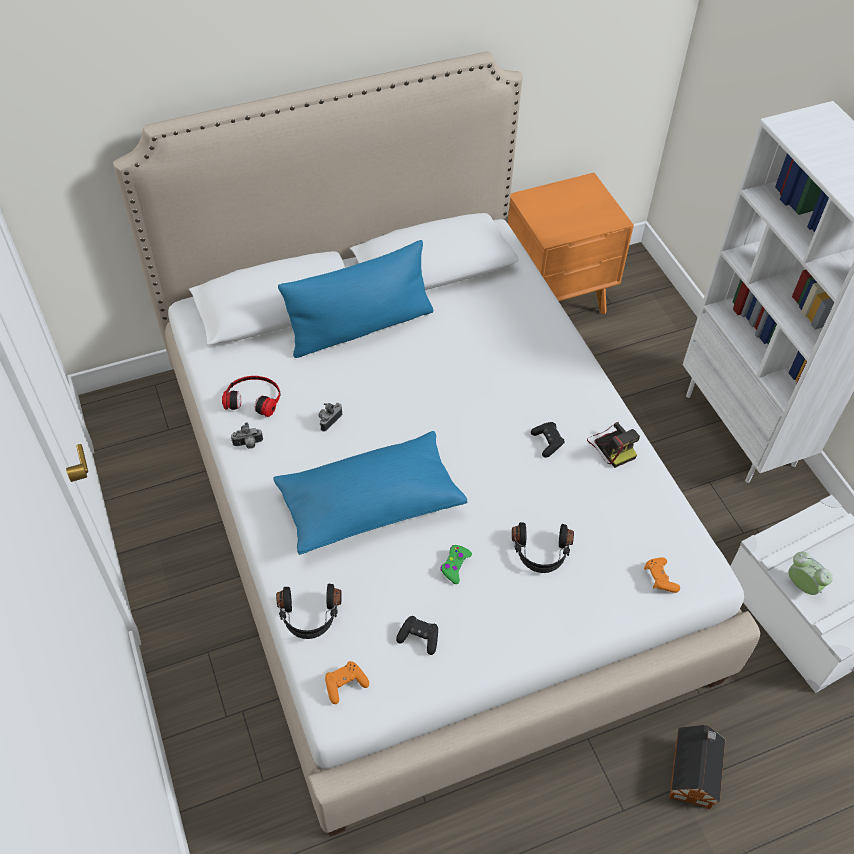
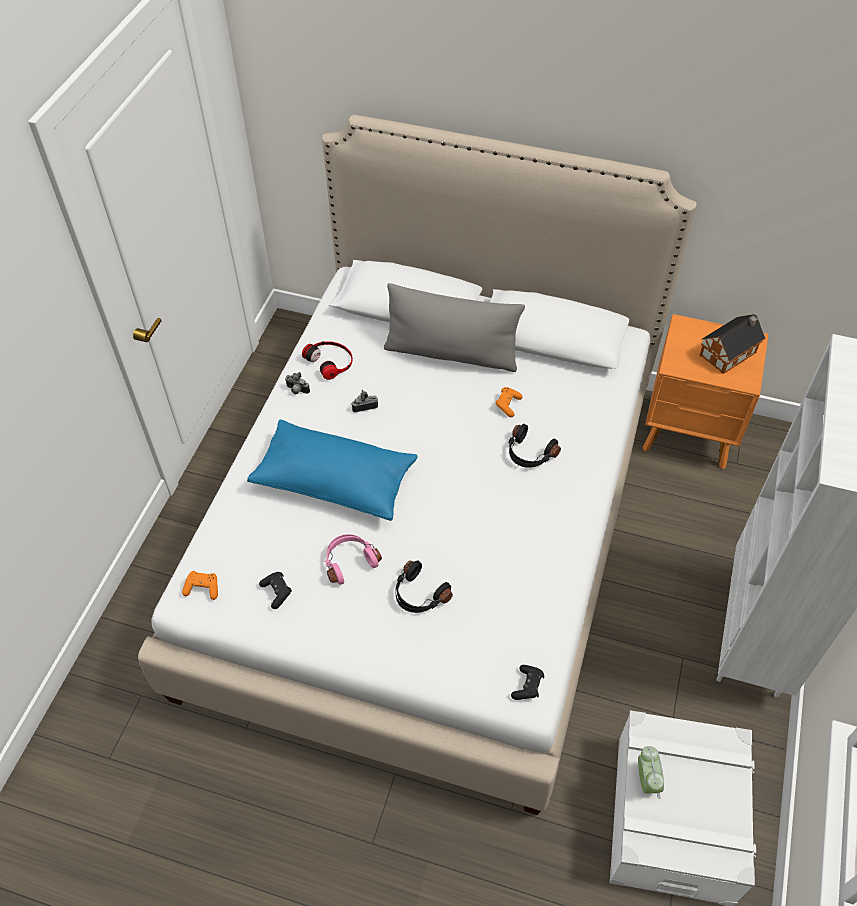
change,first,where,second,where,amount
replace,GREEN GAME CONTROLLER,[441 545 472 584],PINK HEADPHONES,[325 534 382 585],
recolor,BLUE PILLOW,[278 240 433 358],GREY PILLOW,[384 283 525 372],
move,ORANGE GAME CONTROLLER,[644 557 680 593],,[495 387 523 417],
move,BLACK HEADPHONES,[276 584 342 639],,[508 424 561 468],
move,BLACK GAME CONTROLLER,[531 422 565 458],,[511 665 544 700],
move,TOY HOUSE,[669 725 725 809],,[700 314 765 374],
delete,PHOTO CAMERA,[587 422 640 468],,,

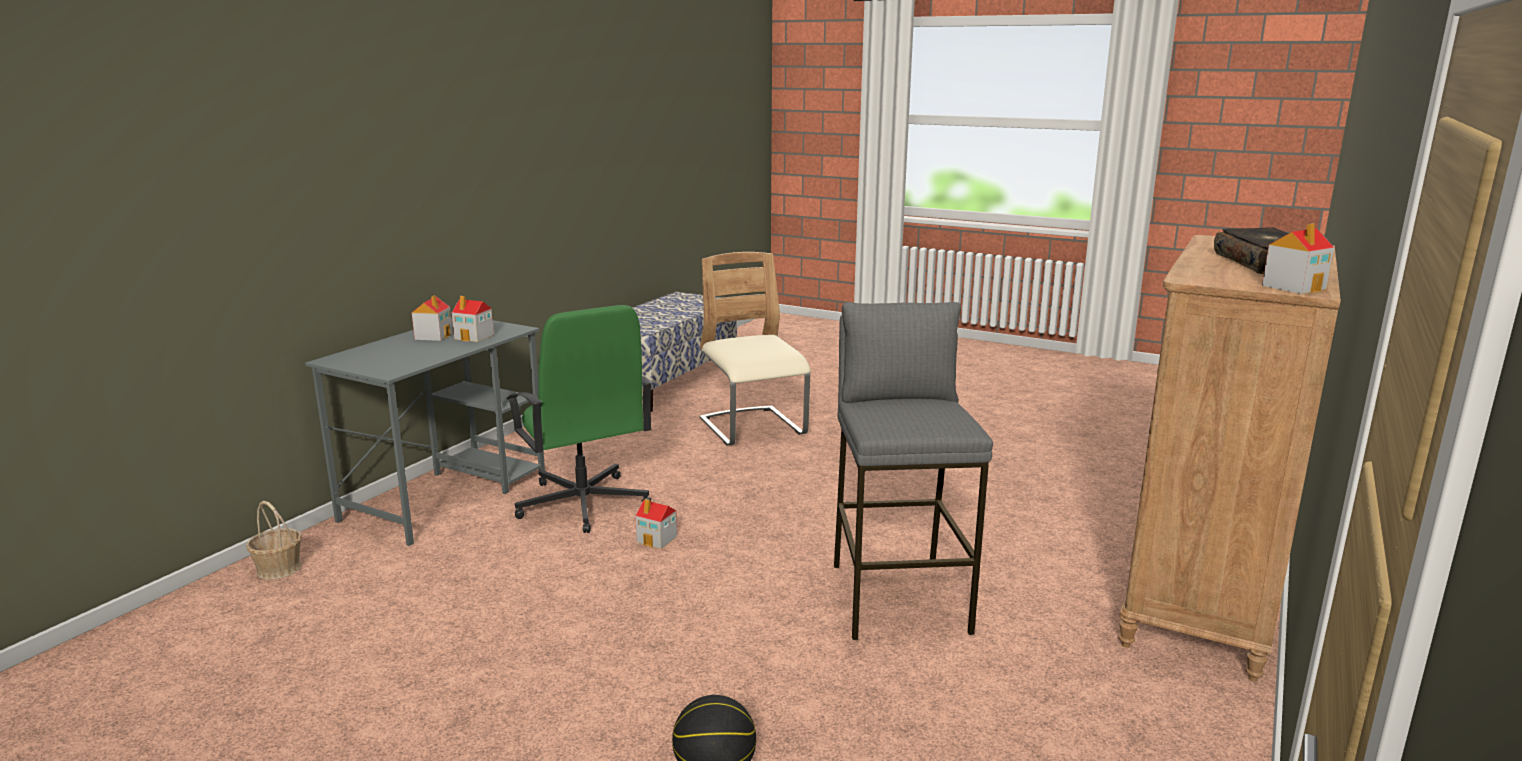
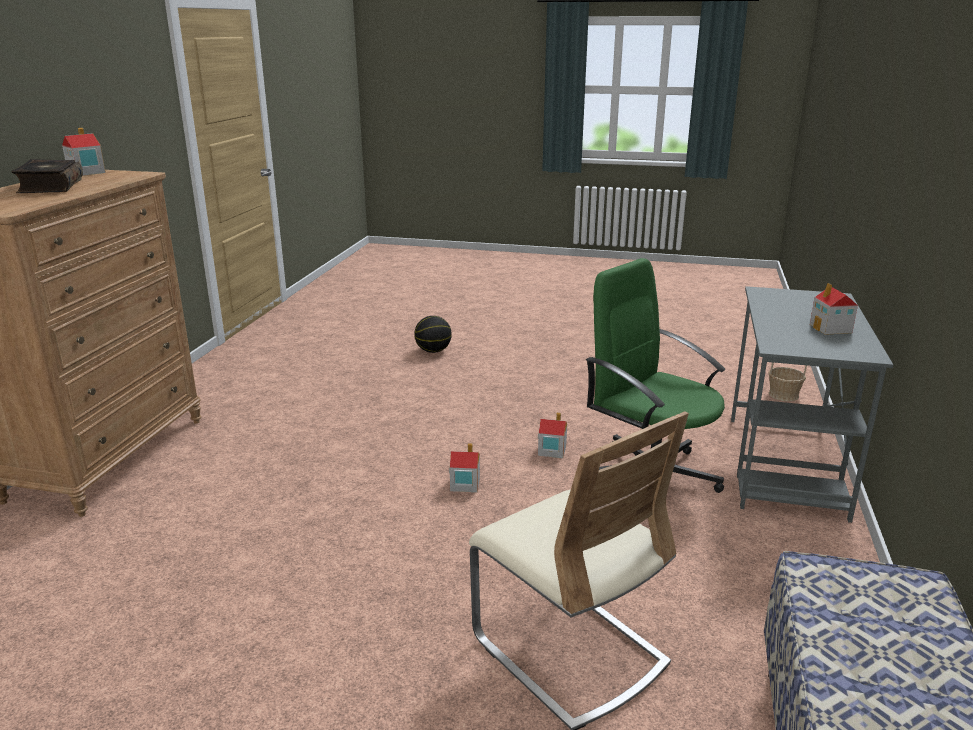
change,first,where,second,where,amount
move,TOY HOUSE,[452 296 494 342],,[449 443 480 492],
delete,GREY STOOL,[834 302 993 640],,,

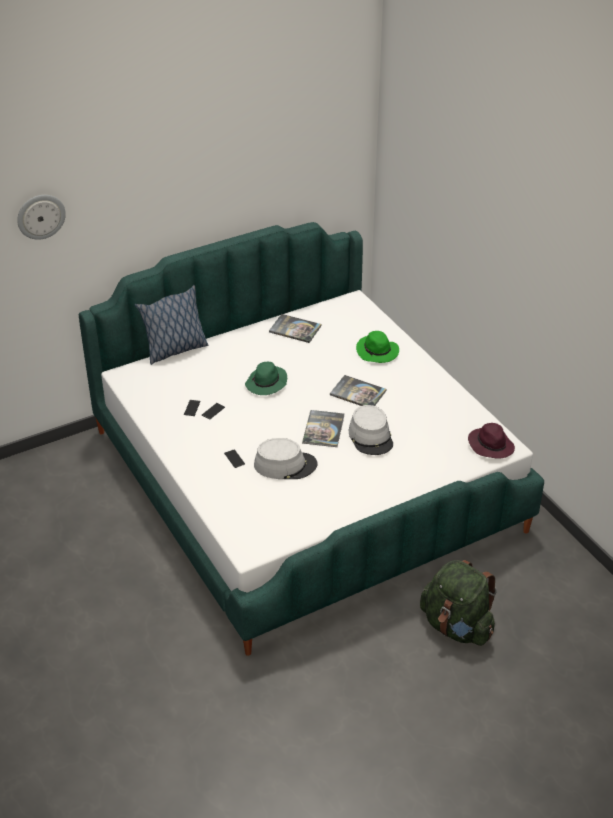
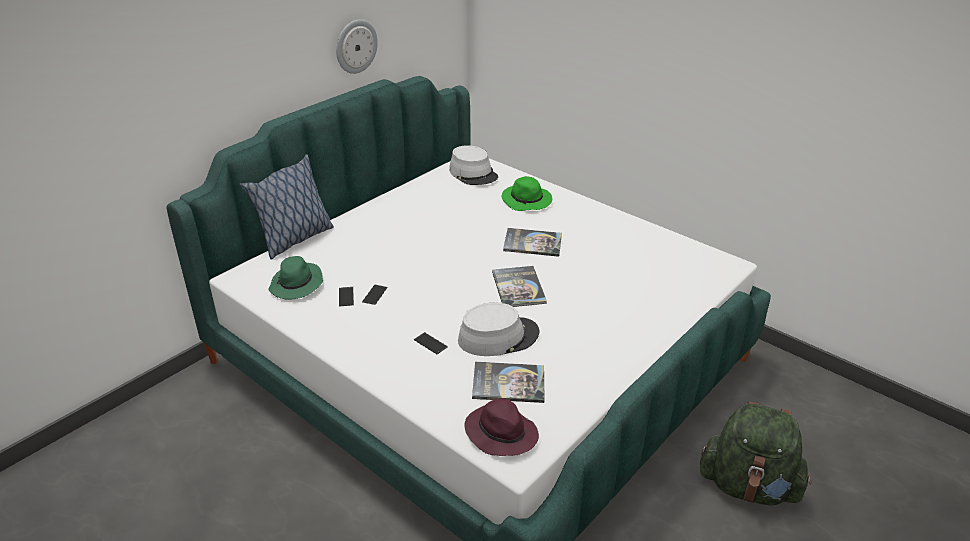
change,first,where,second,where,amount
move,GREEN HAT,[245 362 287 395],,[268 256 323 300],
move,WALL CLOCK,[17 195 66 240],,[336 19 378 74],
move,GREY HAT,[349 405 393 455],,[449 145 498 185],
move,PURPLE HAT,[468 423 515 459],,[464 399 539 456],
move,BOOK,[269 314 321 343],,[472 362 545 403],

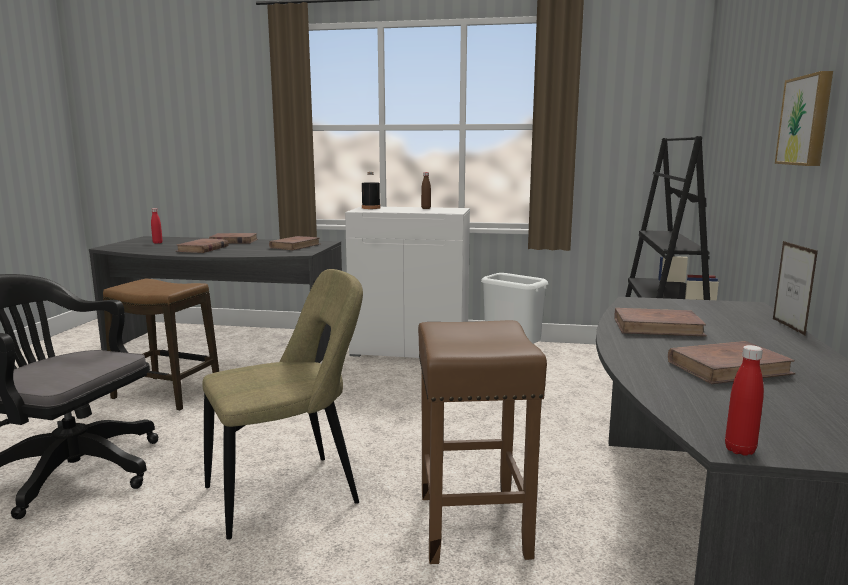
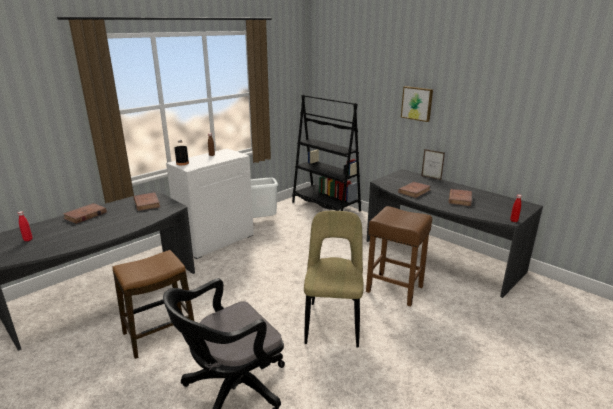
change,first,where,second,where,amount
delete,BROWN BOOK,[176 239 229 253],,,

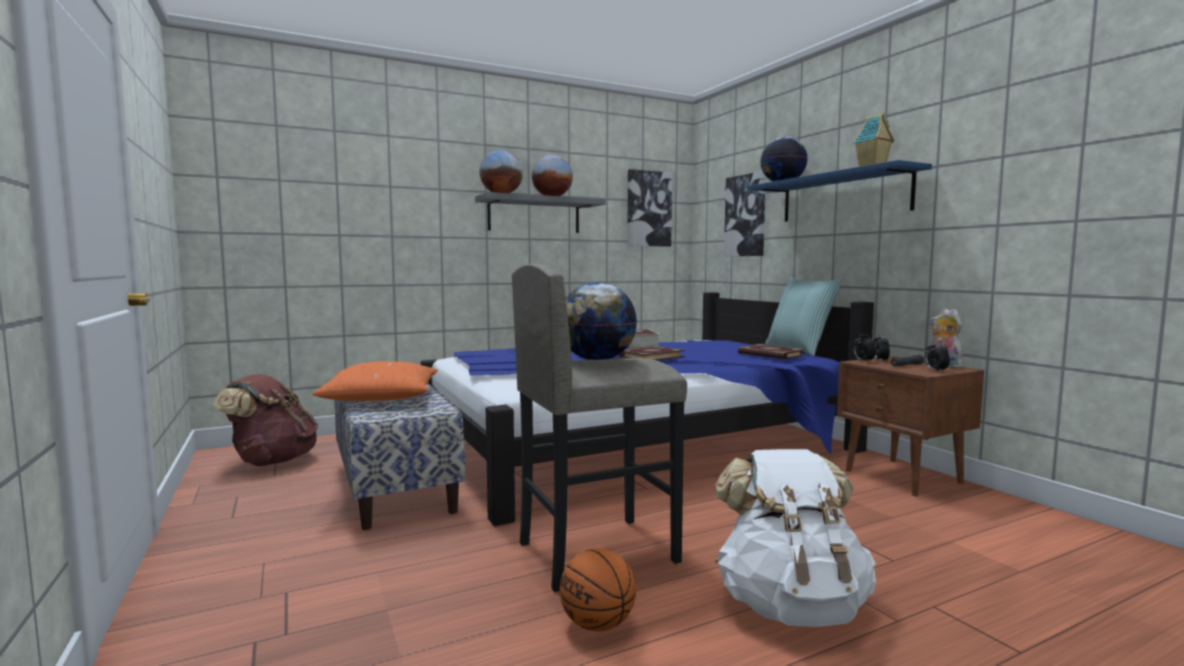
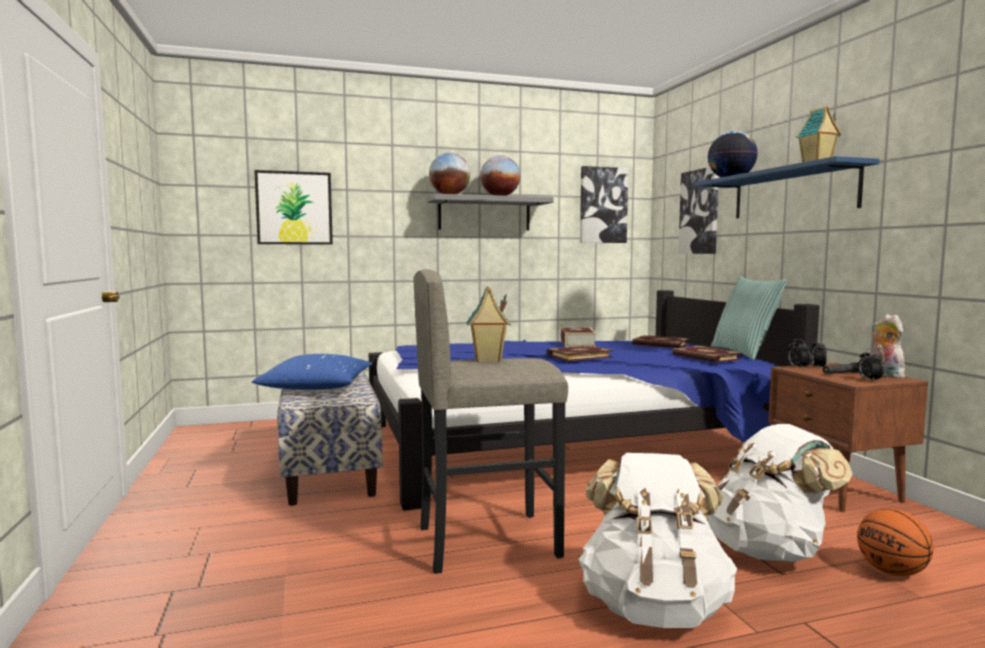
change,first,where,second,where,amount
recolor,ORANGE PILLOW,[312 361 438 401],BLUE PILLOW,[252 354 372 390],
insert,,,PICTURE,[254 170 333 245],
replace,GLOBE,[566 282 637 361],TOY HOUSE,[466 286 511 362],
insert,,,BOOK,[632 335 689 348],
insert,,,WHITE BACKPACK,[707 424 852 562],
move,BASKETBALL,[560 548 636 631],,[857 508 934 576],
delete,BROWN BACKPACK,[214 374 318 466],,,

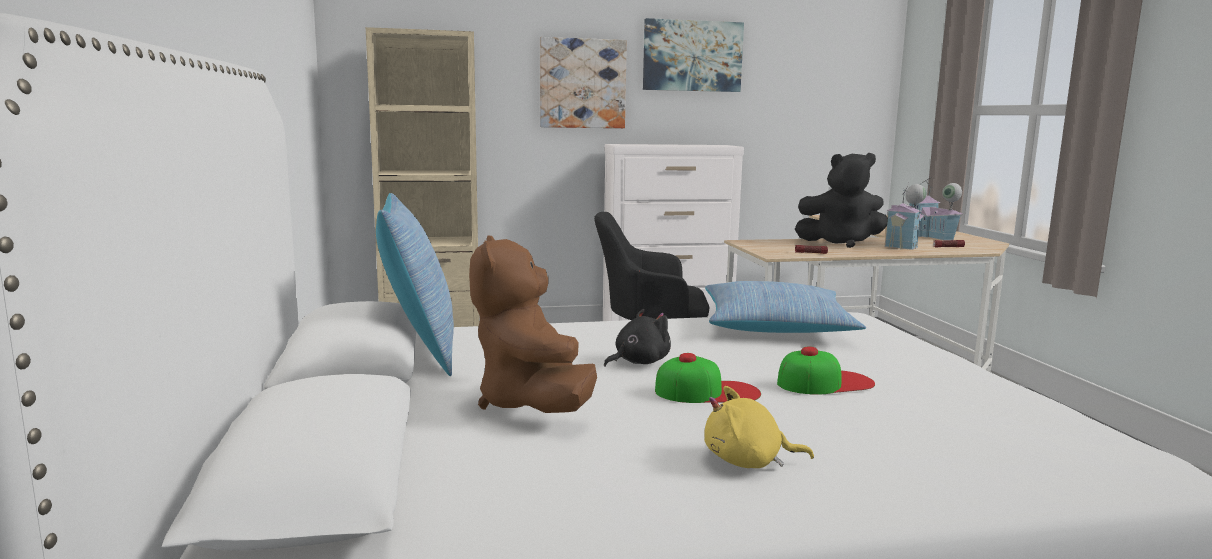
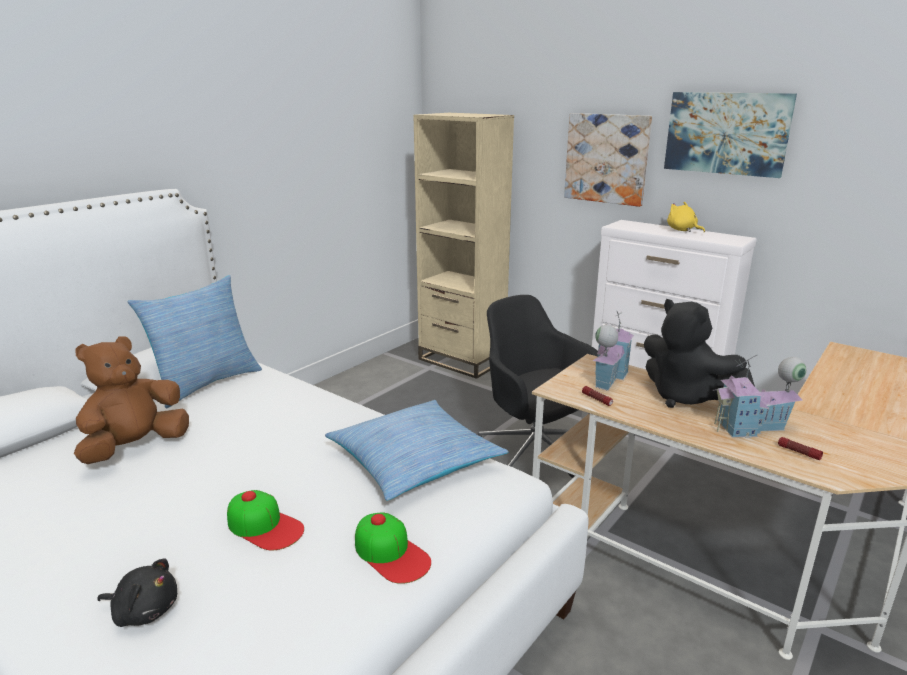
change,first,where,second,where,amount
move,BLACK PLUSH TOY,[604 309 671 367],,[97 558 177 627],
move,CAP,[655 353 761 403],,[355 513 431 584],
move,TOY HOUSE,[909 177 963 240],,[592 312 634 391],
move,YELLOW PLUSH TOY,[704 386 814 468],,[667 202 705 233],

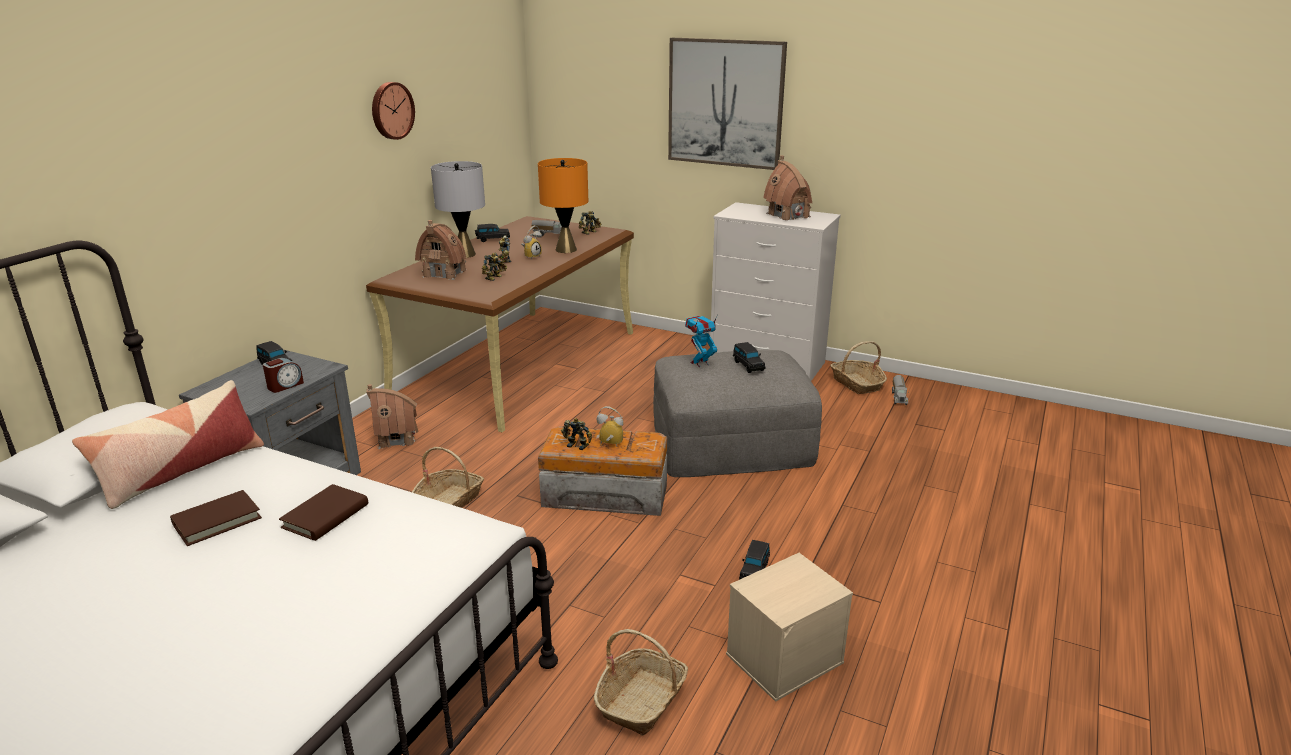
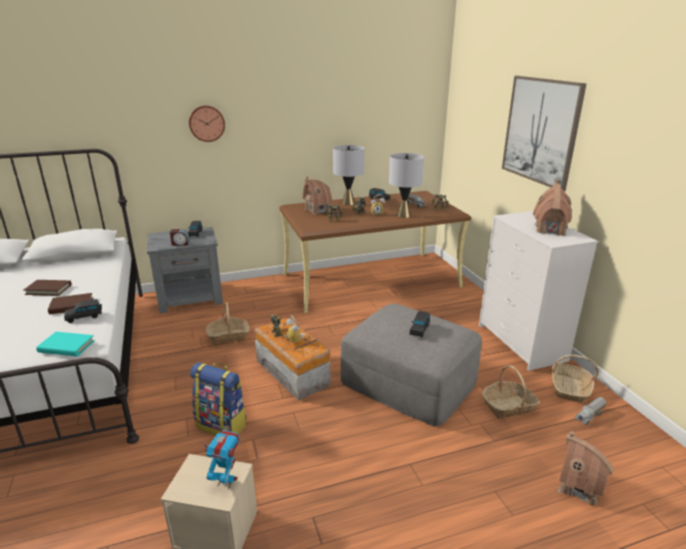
change,first,where,second,where,amount
insert,,,TURQUOISE BOOK,[36 332 95 356],
move,BLACK TOY CAR,[739 540 770 580],,[64 299 102 323],
move,WALL CLOCK,[372 82 415 140],,[189 105 225 142],
insert,,,BACKPACK,[190 362 247 436],
move,TOY ROBOT,[685 314 718 367],,[202 430 240 489],
recolor,ORANGE TABLE LAMP,[538 158 588 253],GREY TABLE LAMP,[389 153 424 218],
move,BASKET,[594 629 688 735],,[482 365 540 418],
move,TOY HOUSE,[366 384 418 449],,[557 431 614 505],
delete,PILLOW,[72 380 264 509],,,

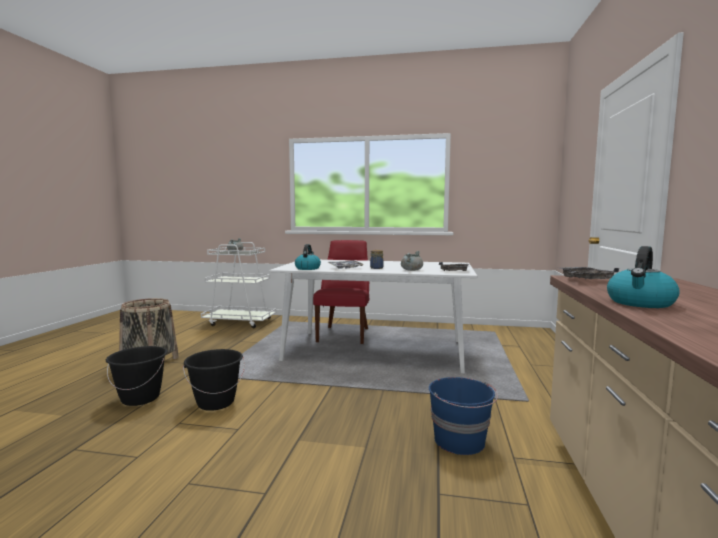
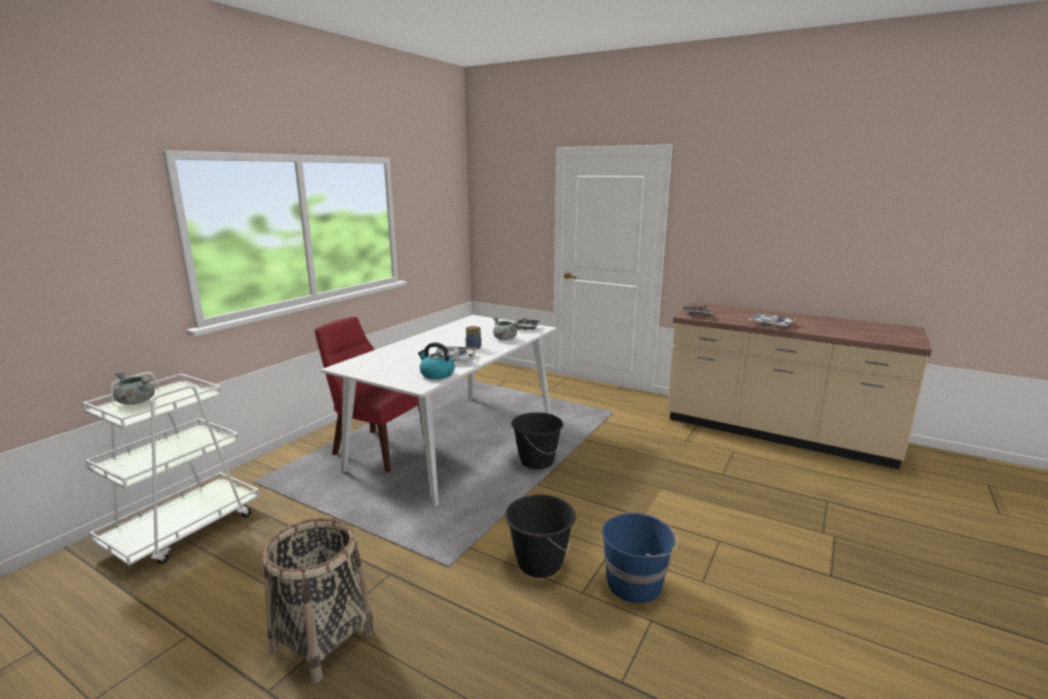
change,first,where,second,where,amount
move,BLACK BUCKET,[106 346 167 406],,[511 412 563 469],
move,BLUE BUCKET,[429 377 498 455],,[602 511 678 603],
replace,KETTLE,[607 246 680 308],TRAY,[749 313 797 327],

